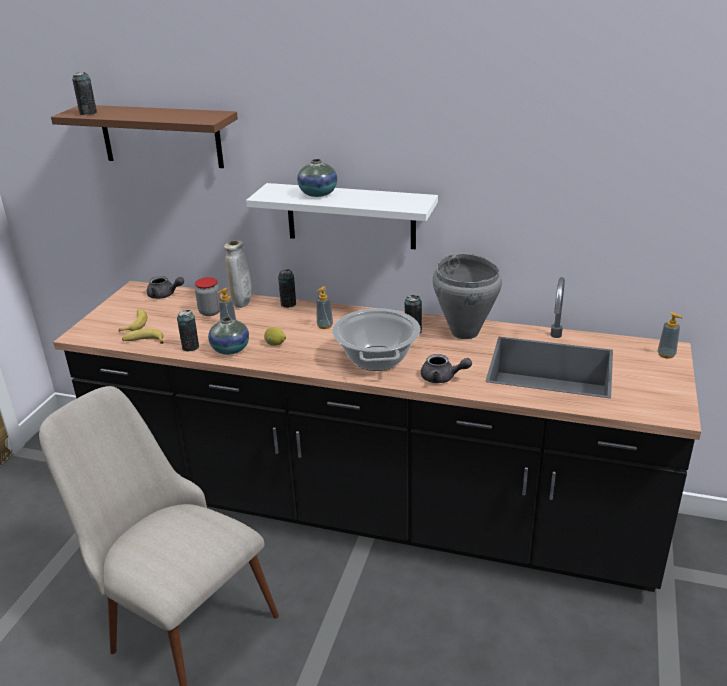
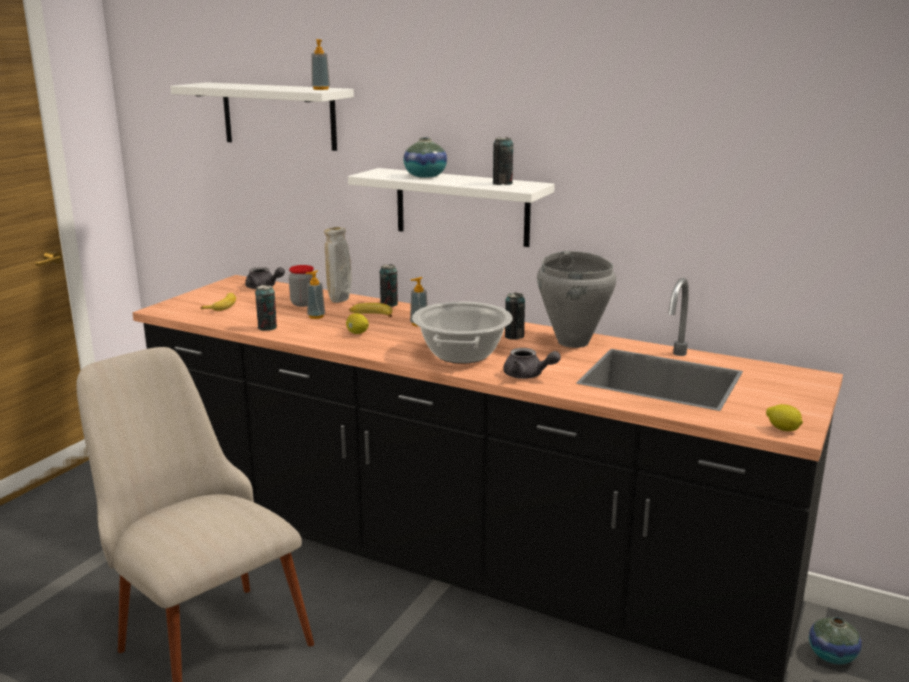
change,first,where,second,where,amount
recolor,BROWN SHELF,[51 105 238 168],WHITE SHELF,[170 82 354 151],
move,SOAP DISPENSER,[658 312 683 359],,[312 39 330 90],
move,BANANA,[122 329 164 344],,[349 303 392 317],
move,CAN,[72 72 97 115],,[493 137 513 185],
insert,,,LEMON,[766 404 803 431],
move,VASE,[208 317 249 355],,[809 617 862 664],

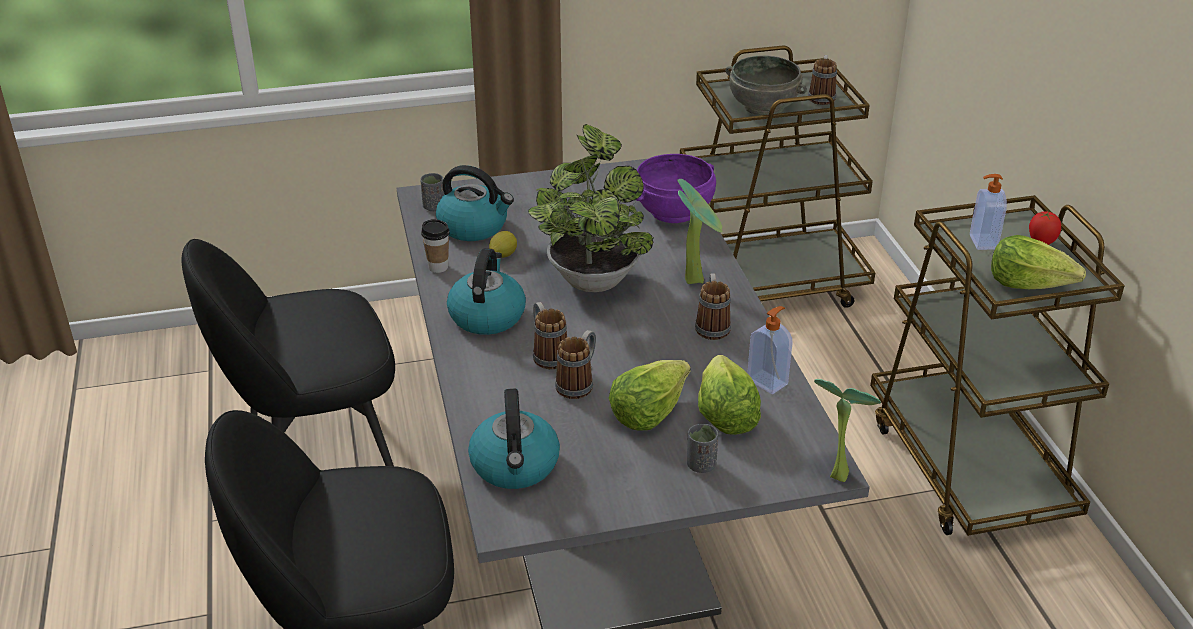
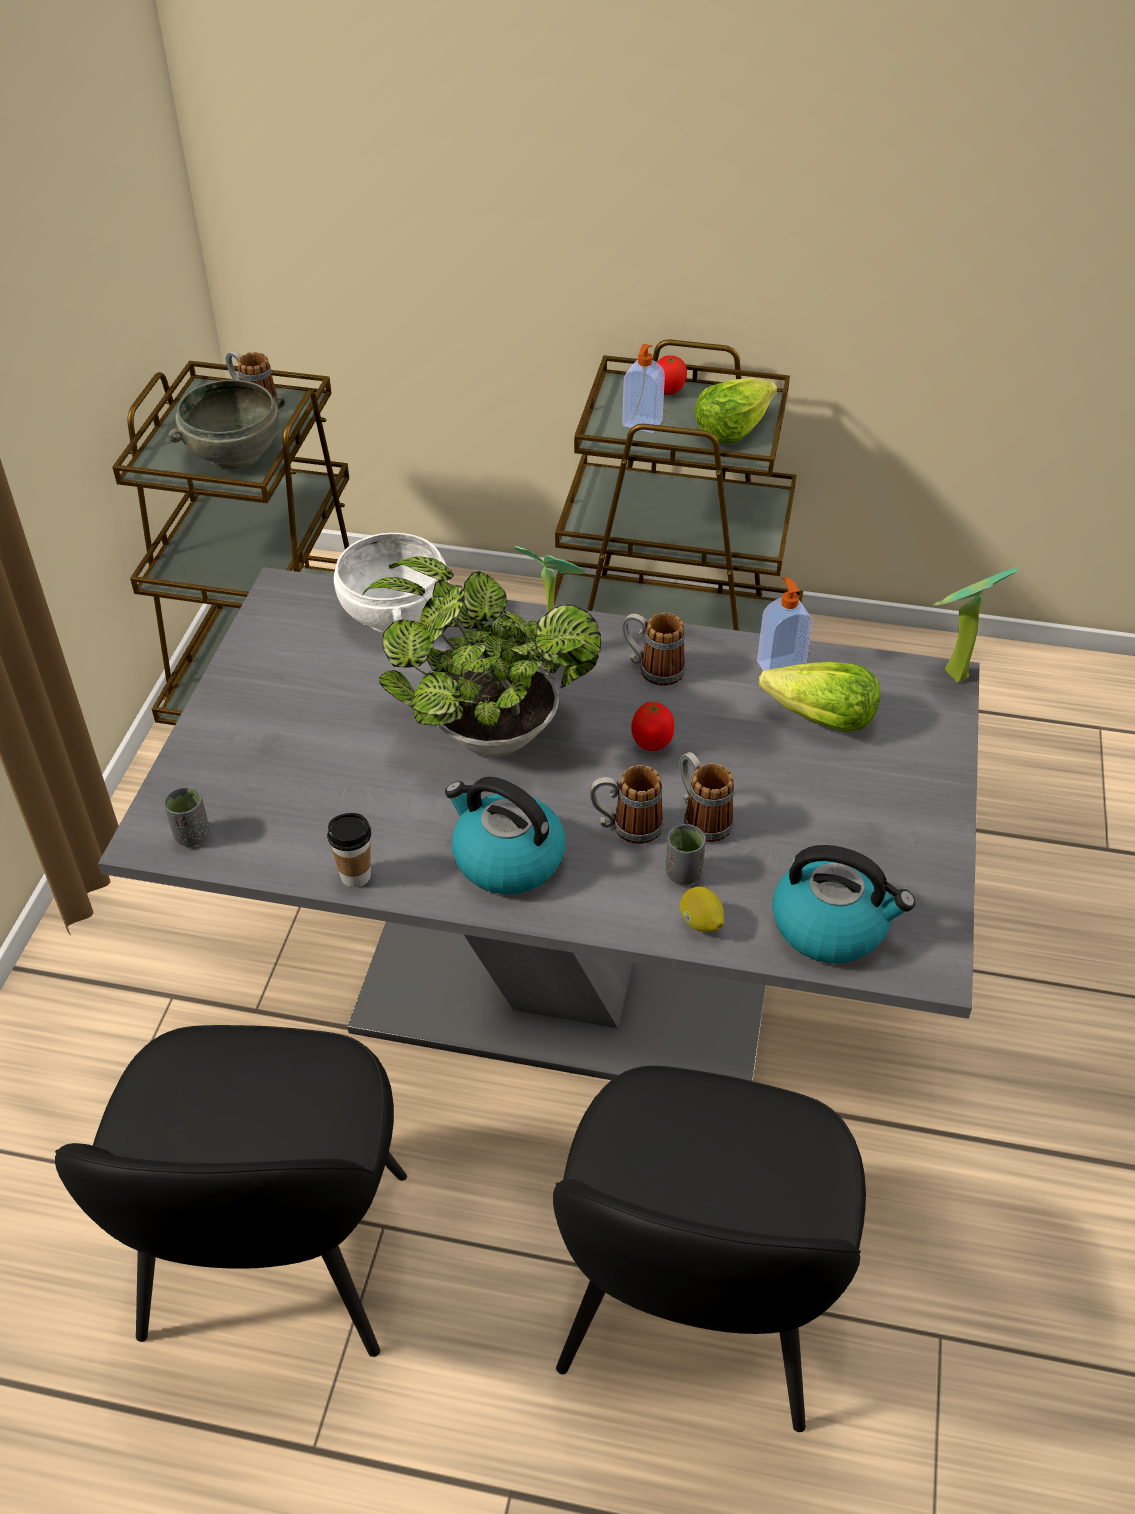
change,first,where,second,where,amount
recolor,PURPLE BOWL,[636 154 716 223],WHITE BOWL,[334 533 448 633],
insert,,,TOMATO,[631 701 674 751],
move,GREY CUP,[687 424 718 473],,[666 824 706 885],
move,LEMON,[489 231 517 258],,[680 886 724 932],
delete,KETTLE,[436 165 514 241],,,
delete,LETTUCE,[609 360 691 431],,,

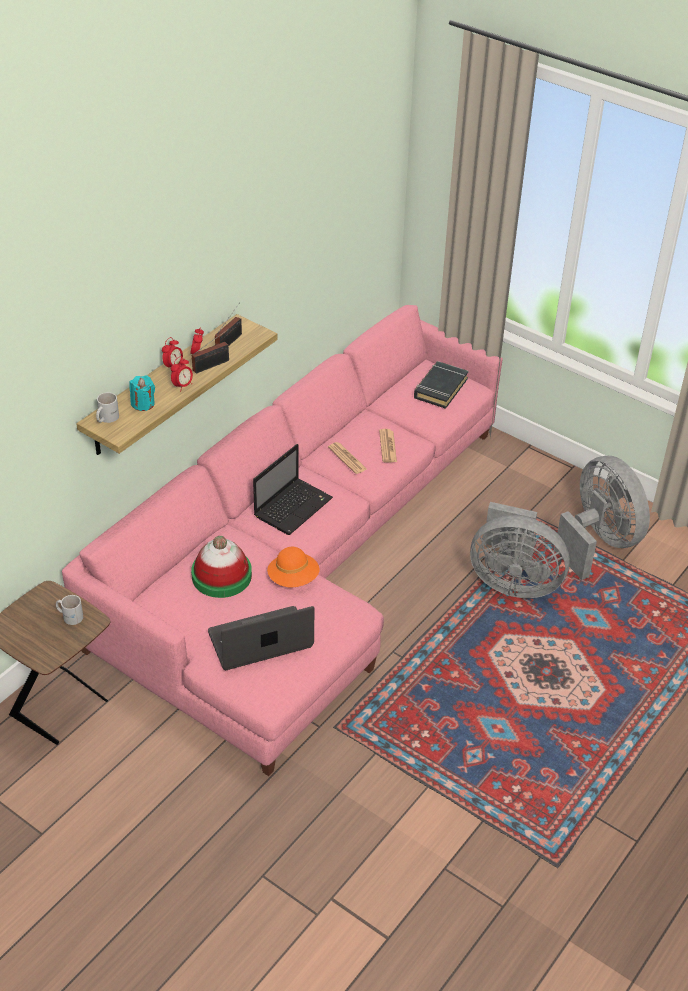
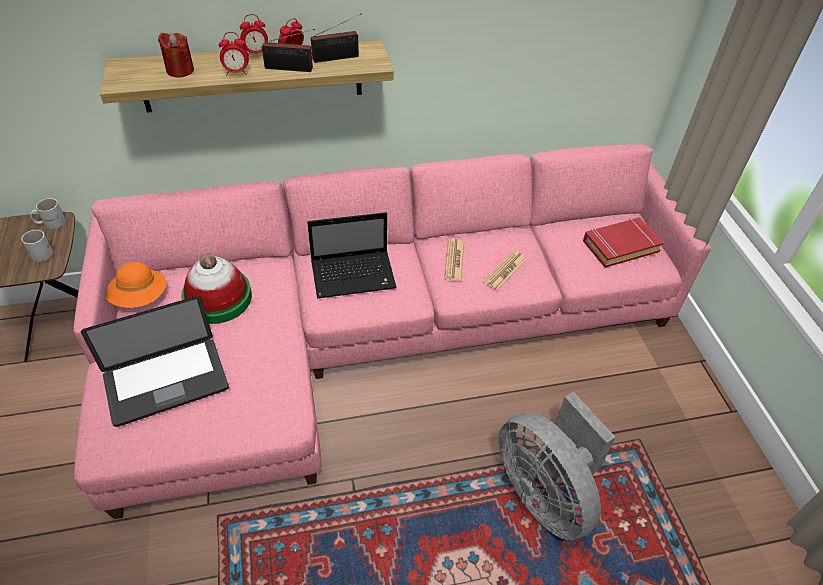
change,first,where,second,where,amount
move,WHITE MUG,[96 392 119 423],,[30 198 66 229],
rotate,LAPTOP,[208 606 315 670],,[81 296 229 427],135 degrees clockwise
move,ORANGE HAT,[267 547 320 587],,[106 262 166 308],
recolor,TURQUOISE CANDLE,[129 375 155 411],RED CANDLE,[158 33 194 77],
recolor,BLACK BOOK,[414 361 469 409],RED BOOK,[583 218 664 268],
delete,GREY FAN,[555 456 650 580],,,

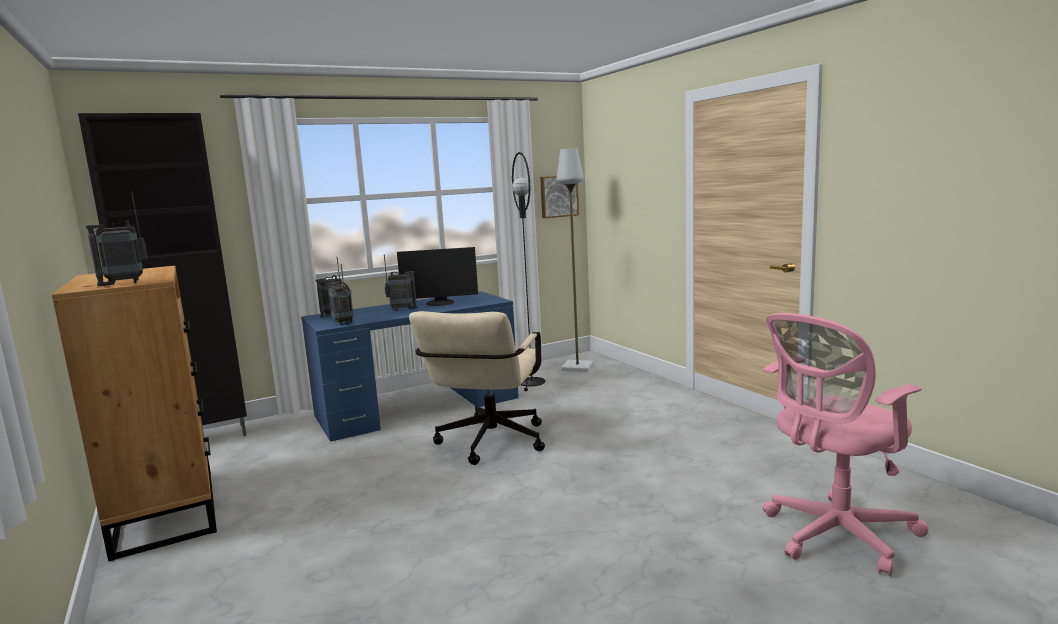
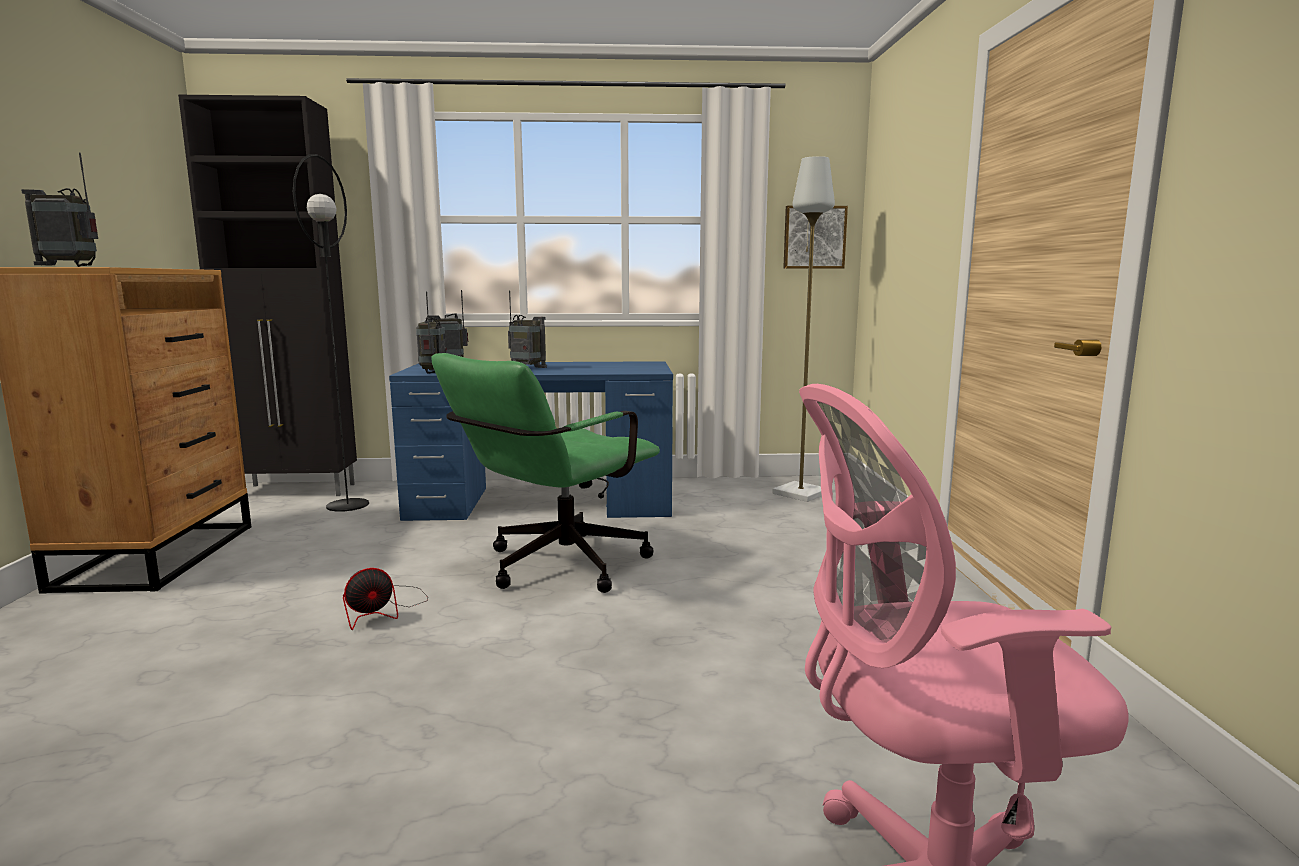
change,first,where,second,where,amount
move,BLACK FLOOR LAMP,[512 152 545 387],,[293 154 369 512],
insert,,,FAN,[343 568 428 630],
recolor,BEIGE OFFICE CHAIR,[409 311 545 465],GREEN OFFICE CHAIR,[431 353 660 593],
delete,MONITOR,[397 247 478 306],,,

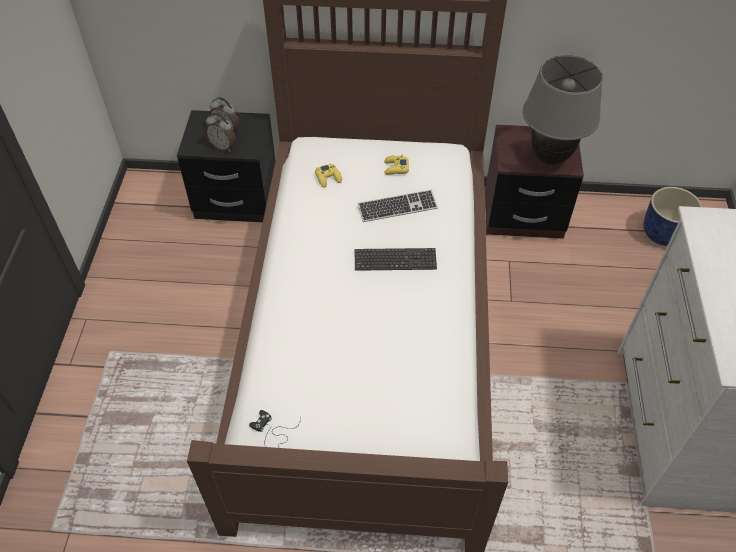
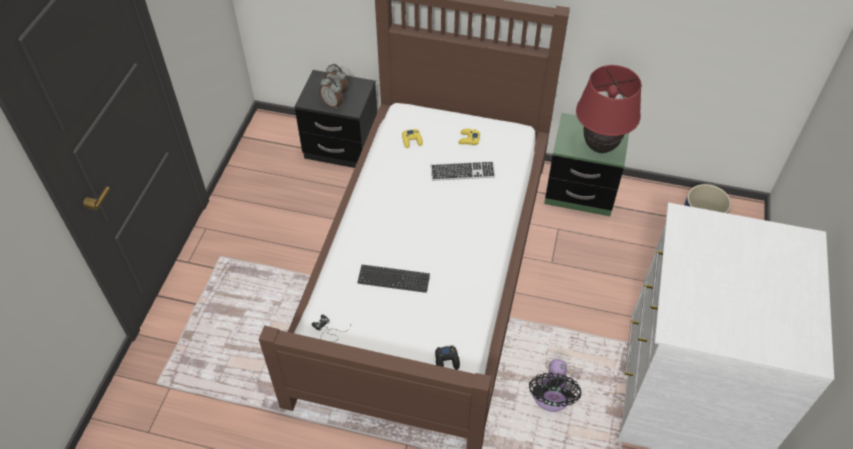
change,first,where,second,where,amount
move,KEYBOARD,[355 248 437 271],,[357 265 430 293],
insert,,,BLACK GAME CONTROLLER,[435 346 460 370],
insert,,,BLACK FAN,[529 359 581 412],
recolor,BROWN NIGHTSTAND,[485 125 584 239],GREEN NIGHTSTAND,[544 113 629 216],
recolor,GREY TABLE LAMP,[523 55 603 164],RED TABLE LAMP,[576 65 642 153],

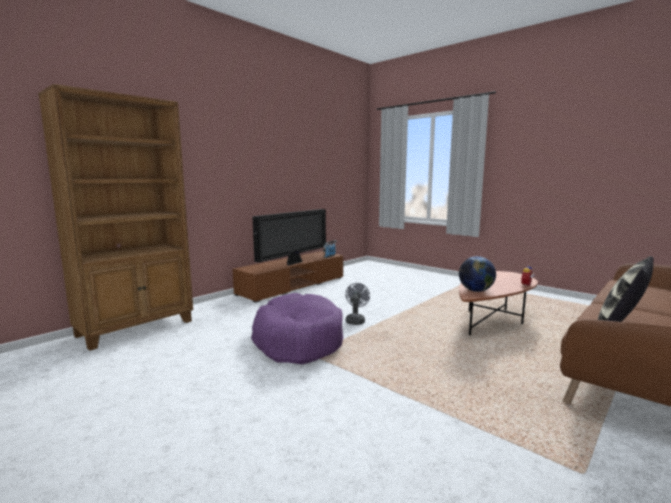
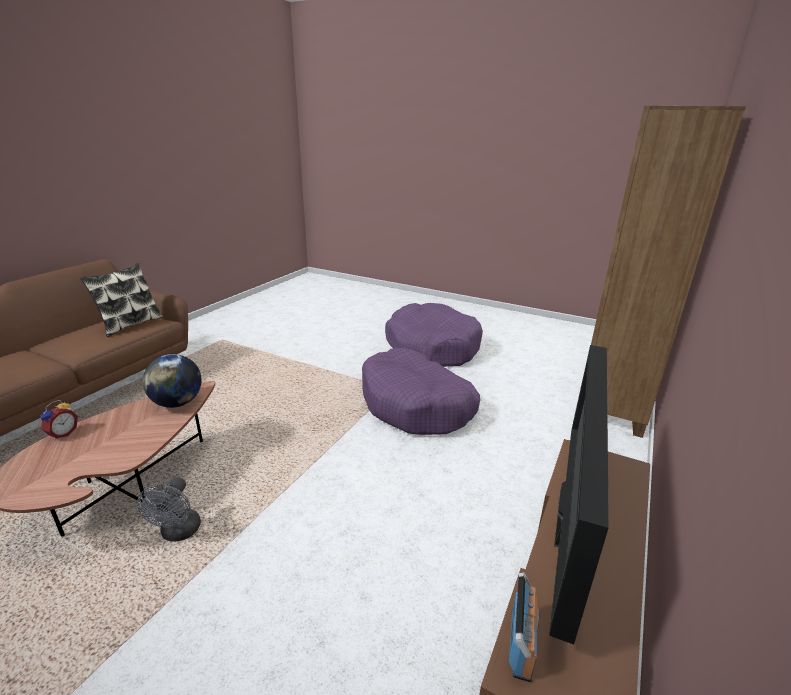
change,first,where,second,where,amount
move,GREY FAN,[345 283 370 325],,[137 477 201 541],
insert,,,PURPLE DOG BED,[385 303 483 367],

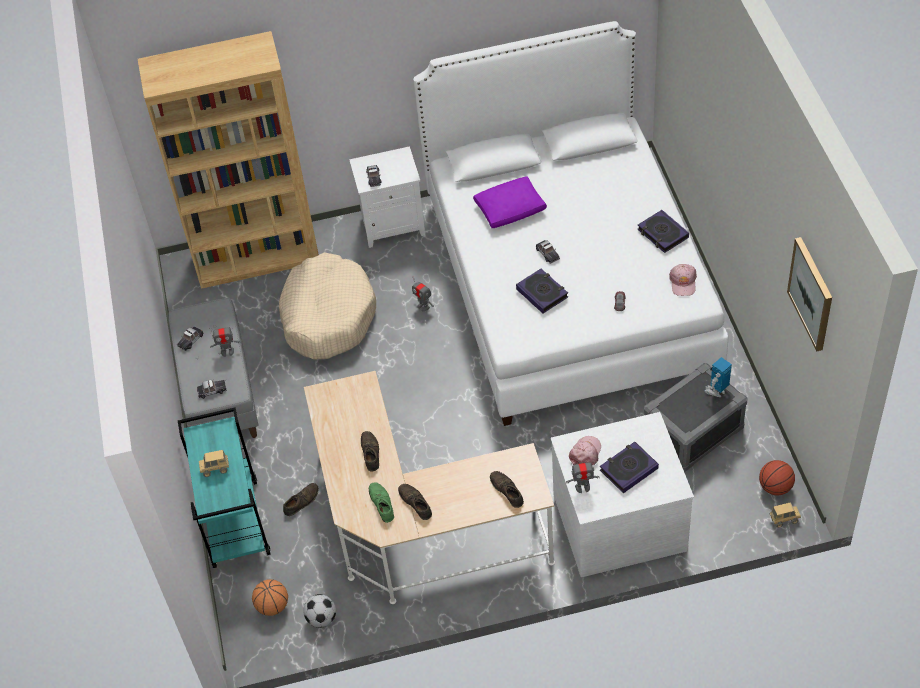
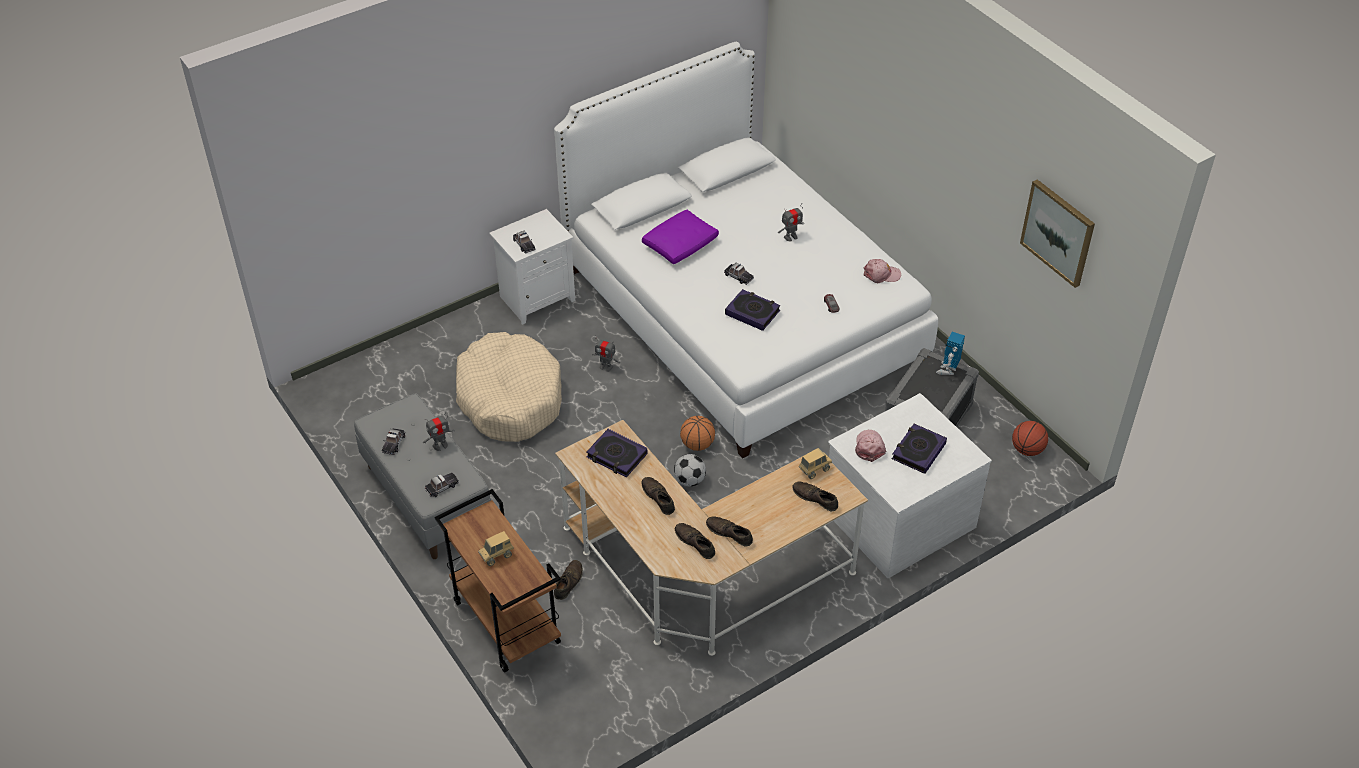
change,first,where,second,where,amount
recolor,TURQUOISE CART,[178 407 271 568],BROWN CART,[434 489 561 673],
move,BOOK,[638 210 689 253],,[586 429 647 478],
move,FOOTBALL,[303 594 336 628],,[674 454 706 487],
recolor,GREEN SHOE,[369 482 394 523],BROWN SHOE,[675 523 715 559],
move,BASKETBALL,[252 579 288 616],,[680 416 715 451],
move,TOY ROBOT,[566 461 600 493],,[778 203 804 241],
move,TOY TRUCK,[769 502 801 528],,[799 448 832 479],
rotate,PINK CAP,[669 264 697 296],,[864 259 901 283],75 degrees counterclockwise
delete,BROWN BOOKCASE,[138 31 319 289],,,

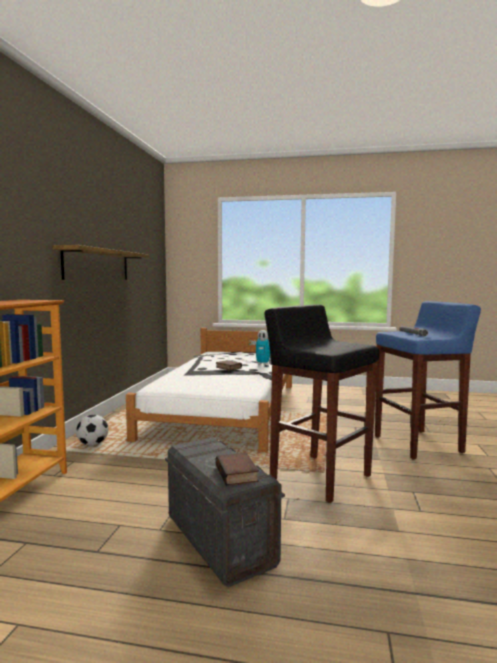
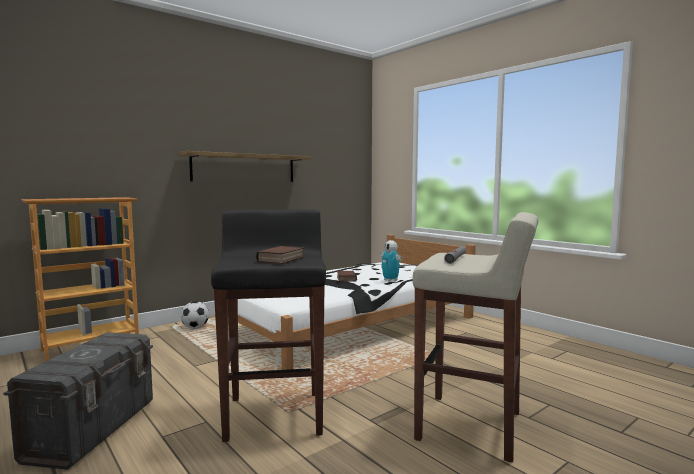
change,first,where,second,where,amount
move,BOOK,[215 453 259 486],,[256 246 304 264],
recolor,BLUE STOOL,[375 301 481 460],BEIGE STOOL,[412 212 538 462],

